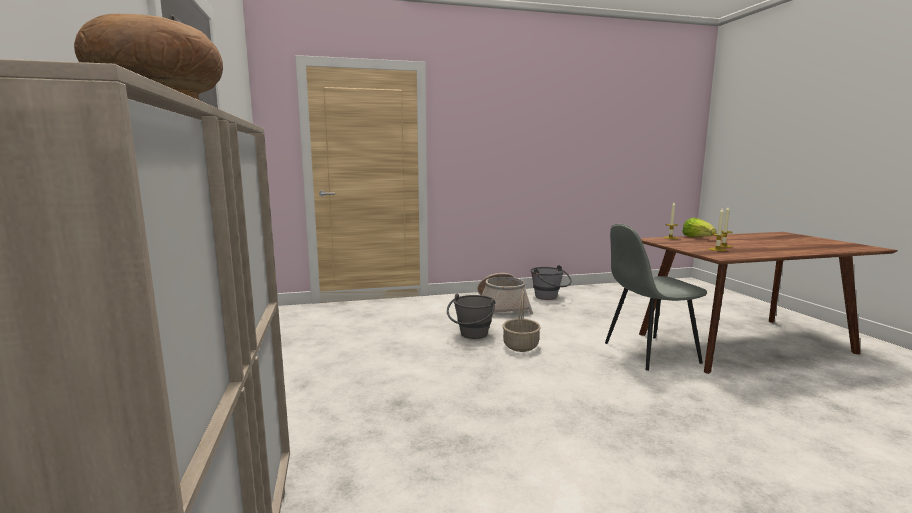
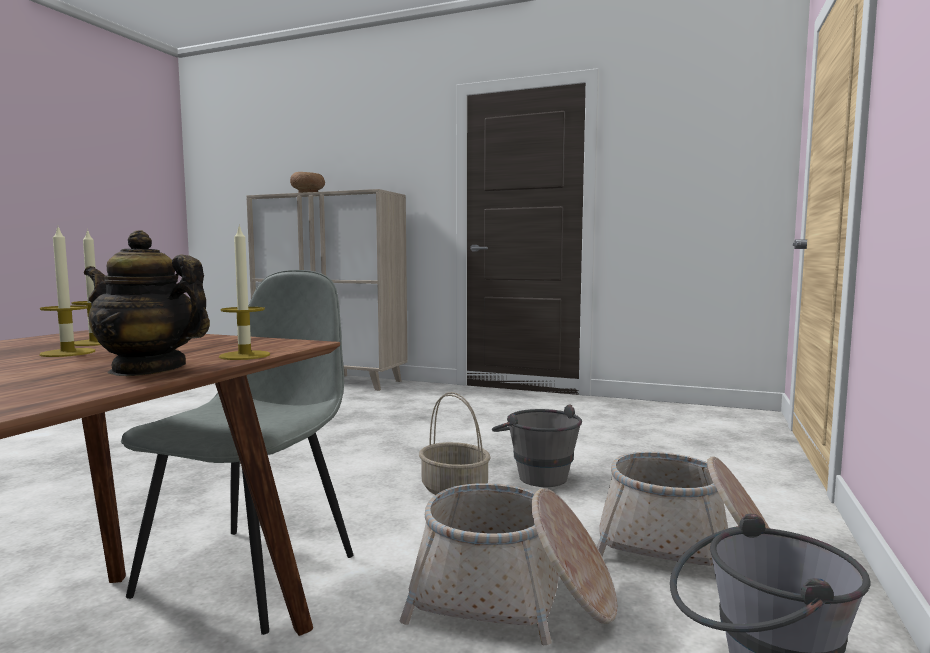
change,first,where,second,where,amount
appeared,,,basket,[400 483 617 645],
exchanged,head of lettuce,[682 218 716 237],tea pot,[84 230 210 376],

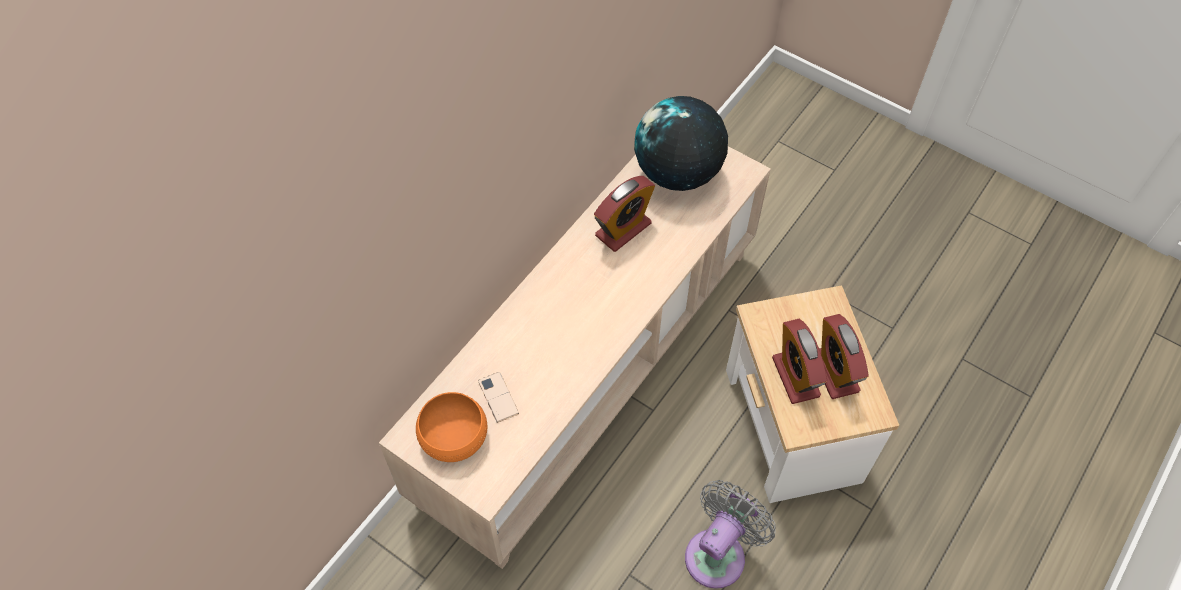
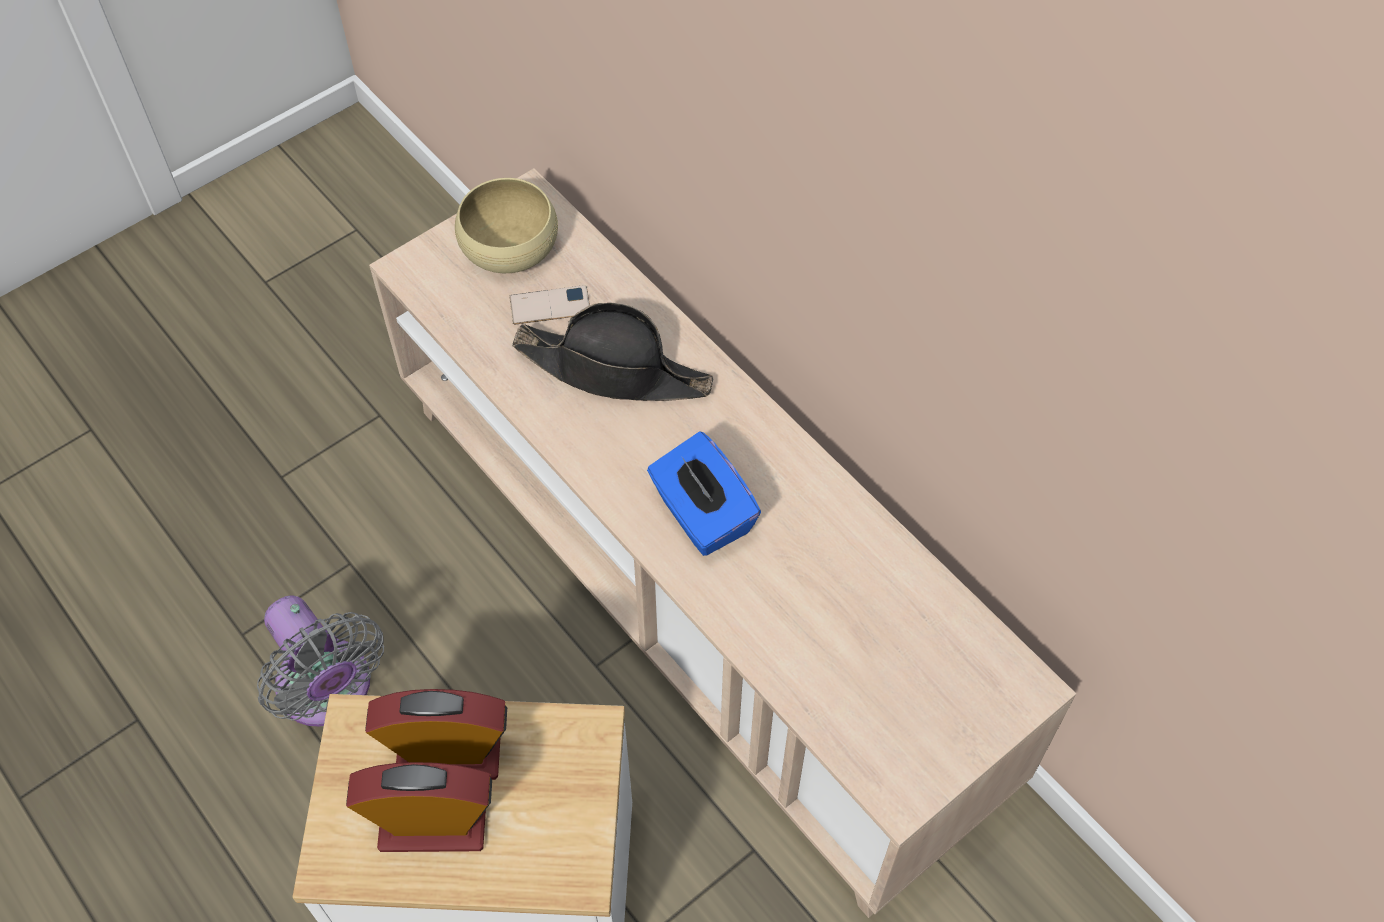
change,first,where,second,where,amount
missing,alarm clock,[594 176 655 252],,,
missing,globe,[634 96 728 191],,,
appeared,,,hat/black-coloured,[512 303 714 401],
appeared,,,tissue holder/blue,[647 431 761 556],
colour,bowl/orange-coloured,[416 392 487 462],bowl/sand-coloured,[455 178 558 273],

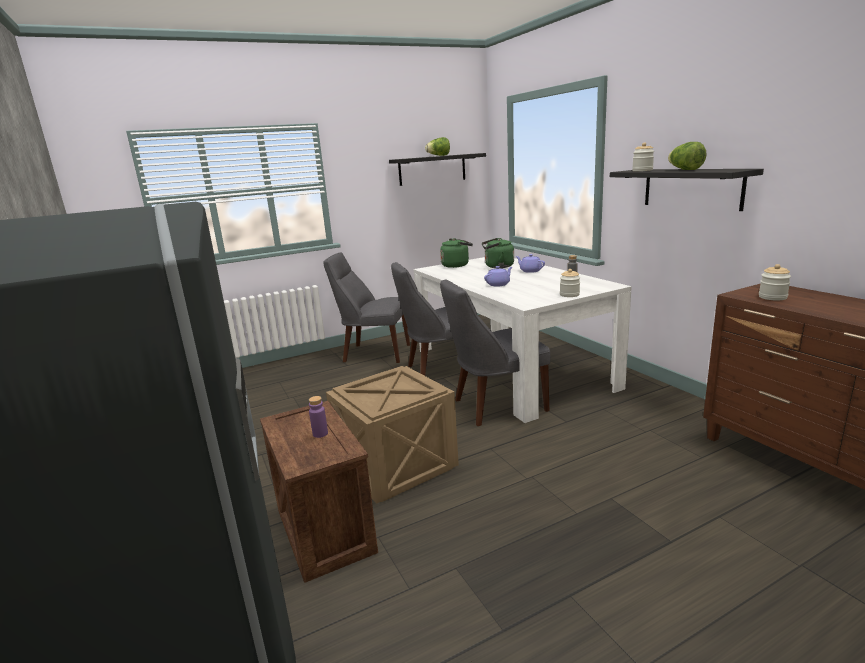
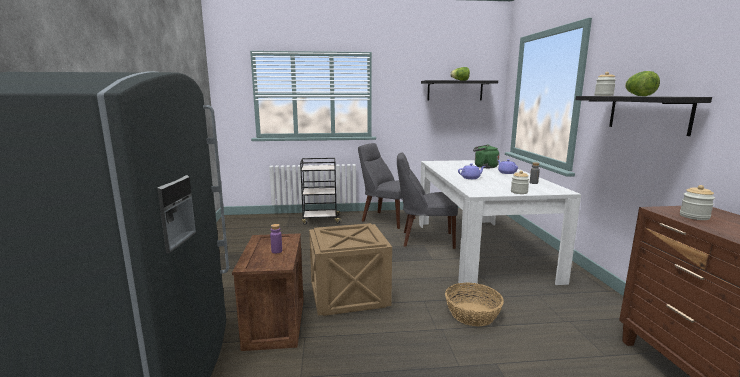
change,first,where,second,where,amount
missing,kettle/greenish,[440 238 473 268],,,
missing,chair/greyish,[440 279 551 426],,,
appeared,,,wheeled cart/black-coloured,[300 158 342 225],
appeared,,,basket,[445 283 504 326],

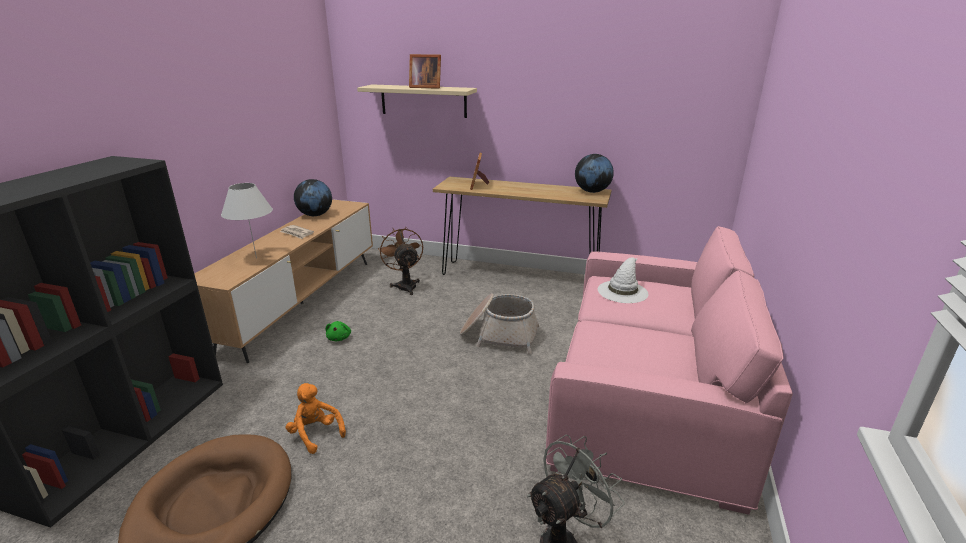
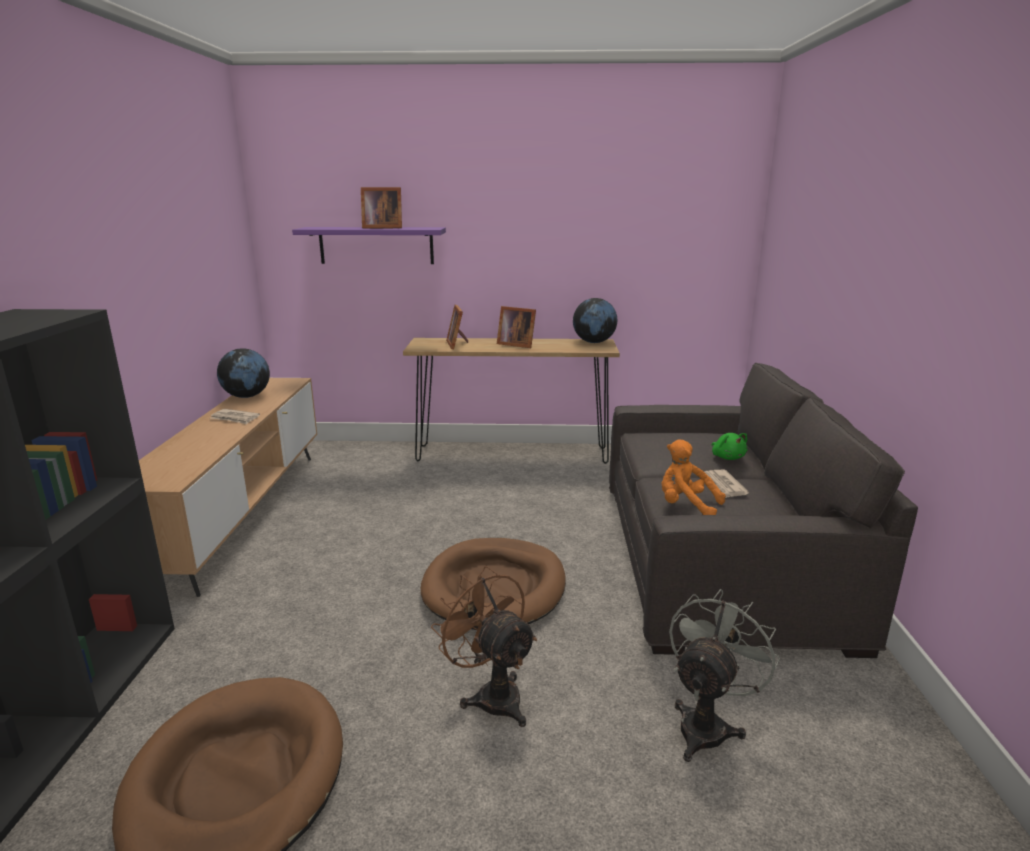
change,first,where,second,where,amount
missing,lamp for a table/white,[221 183 273 258],,,
missing,basket,[460 293 539 354],,,
missing,hat/white,[598 257 649 303],,,
appeared,,,dog bed/brown,[421 538 566 630],
appeared,,,photo frame,[497 306 536 348],
appeared,,,printed paper,[705 470 749 498],
relocated,cuddly toy/orange-coloured,[286 383 346 454],,[662 439 726 515],
relocated,cuddly toy/greenish,[325 321 351 341],,[712 433 747 460],
relocated,fan/brown,[378 227 423 295],,[431 566 537 727],
colour,bracket shelf/sand-coloured,[357 84 477 118],bracket shelf/purple,[292 227 446 264],
colour,couch/pink,[546 226 793 515],couch/greyish,[609 363 918 658],

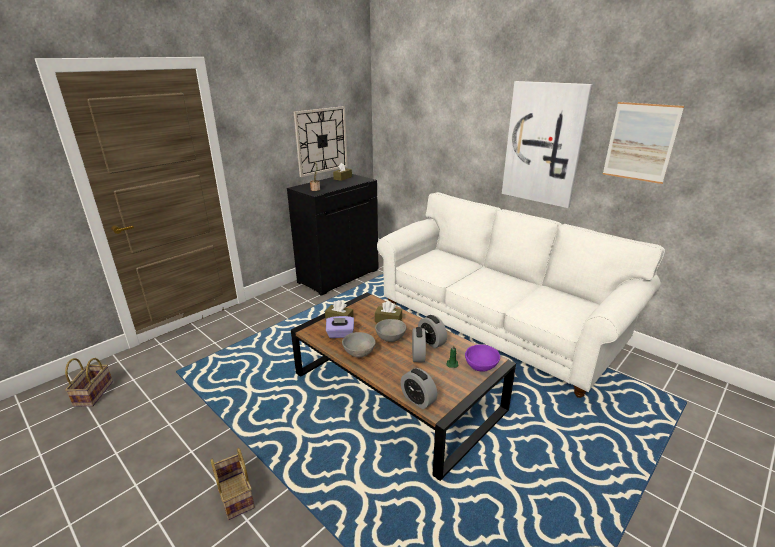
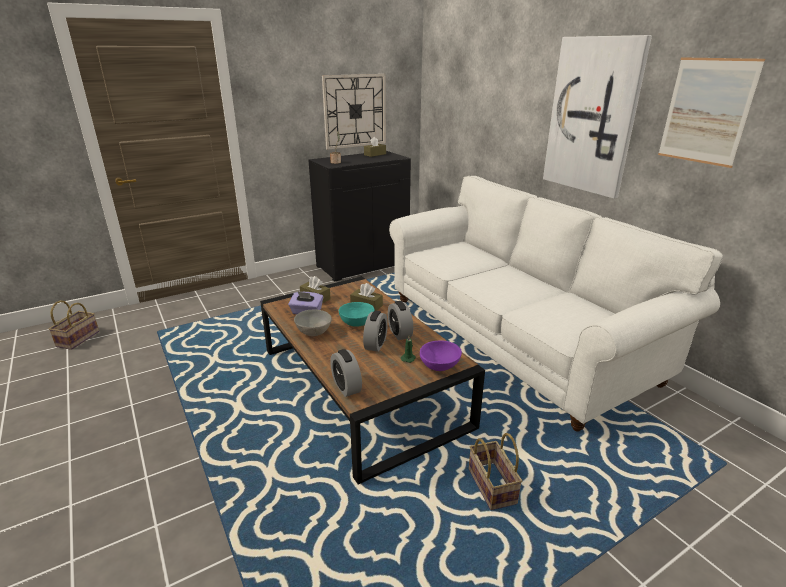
change,first,where,second,where,amount
relocated,basket,[211 448 255 520],,[469 433 522 510],
colour,bowl/greyish,[375 319 407 342],bowl/blue-green,[339 302 375 327],

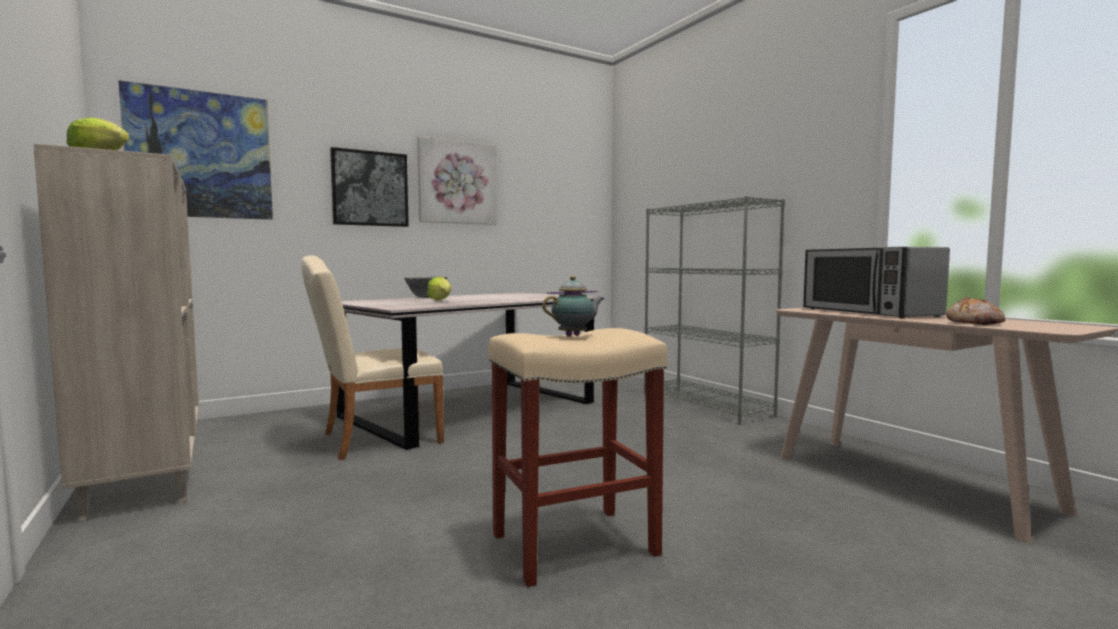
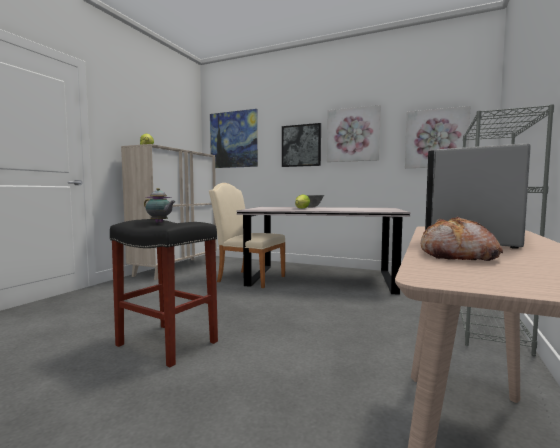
change,first,where,second,where,amount
appeared,,,picture,[405 106 471 168],
colour,stool/sand-coloured,[488 328 667 587],stool/black-coloured,[110 219 218 367],

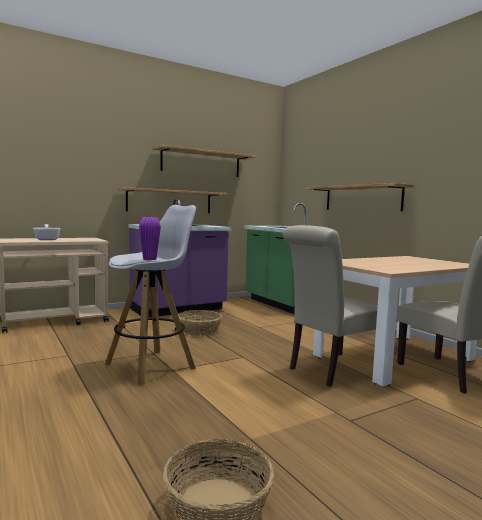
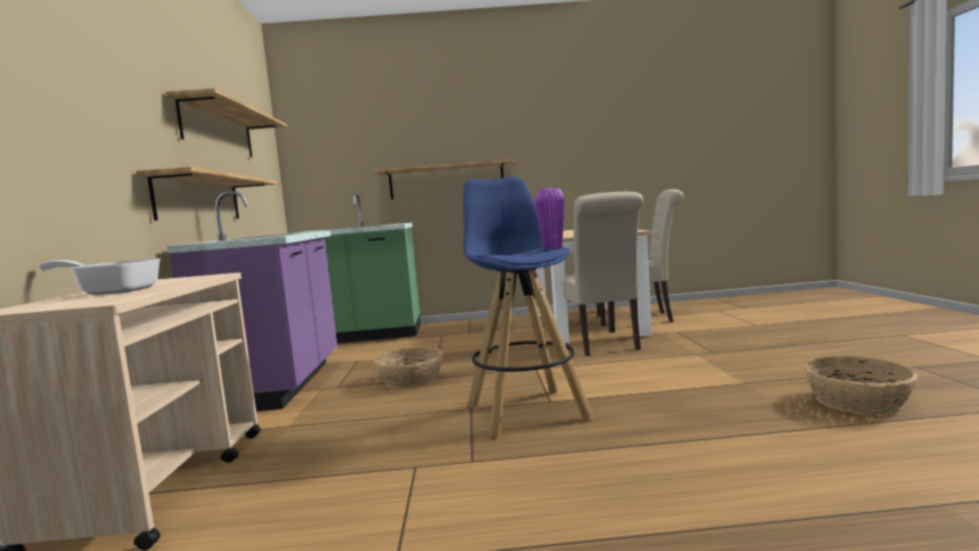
change,first,where,second,where,amount
colour,stool/white,[105 205 196 385],stool/blue,[463 176 594 438],

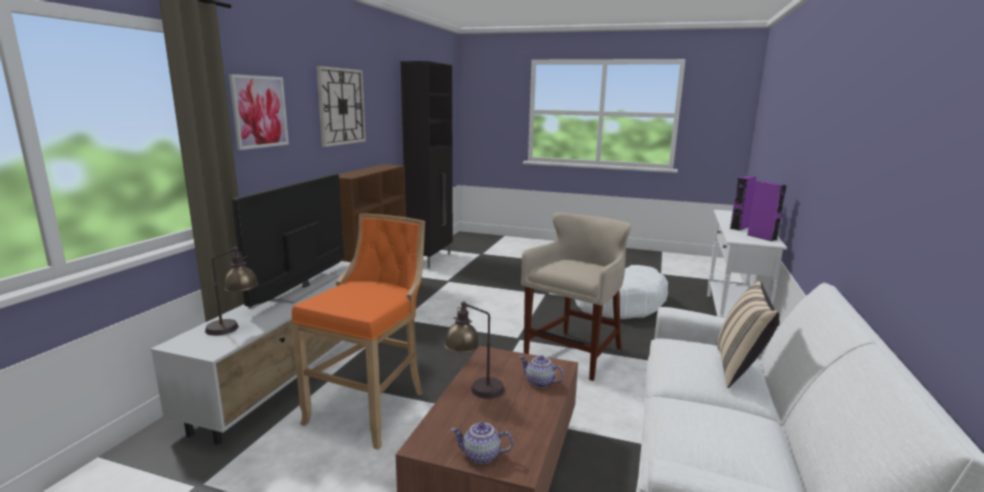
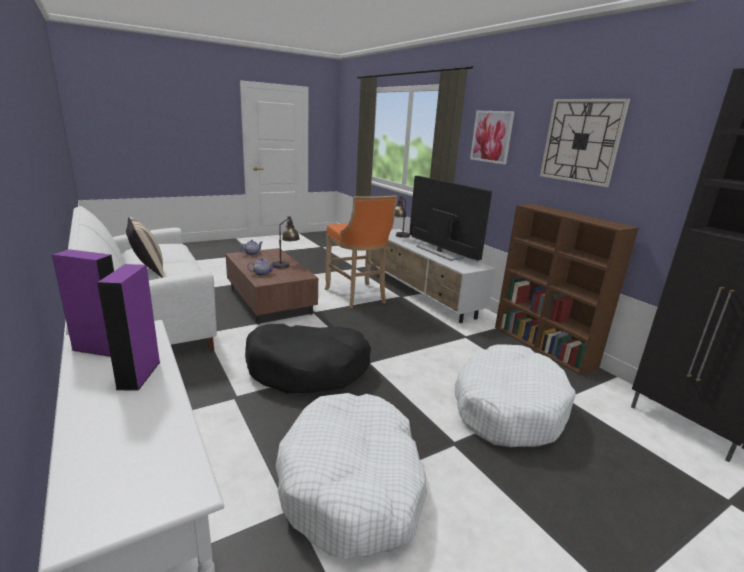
change,first,where,second,where,amount
appeared,,,dog bed/white,[455 344 576 447],
exchanged,stool/sand-coloured,[521 212 631 381],dog bed/black-coloured,[245 324 371 393],

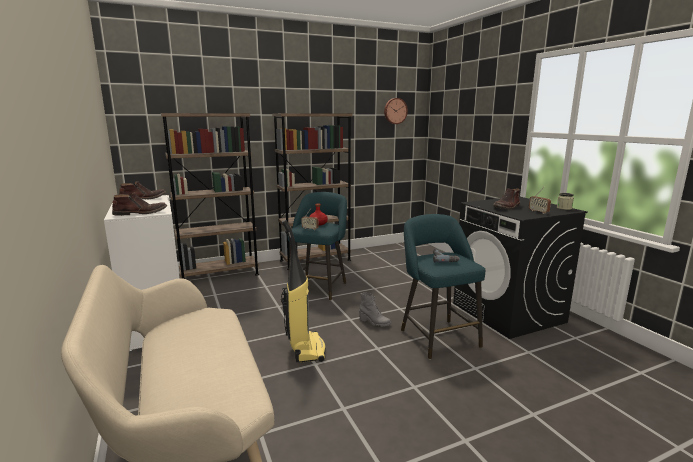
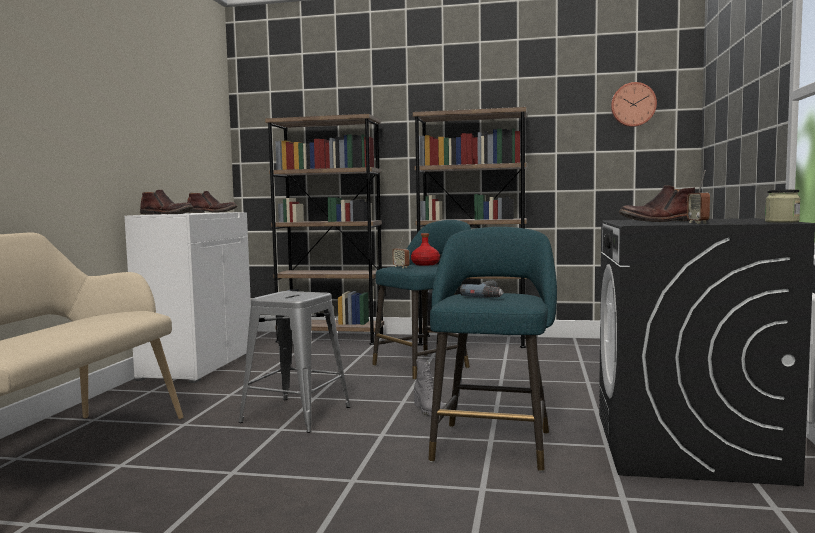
change,first,where,second,where,amount
exchanged,vacuum cleaner,[281 219 326 362],stool/greyish,[239 291 350 433],

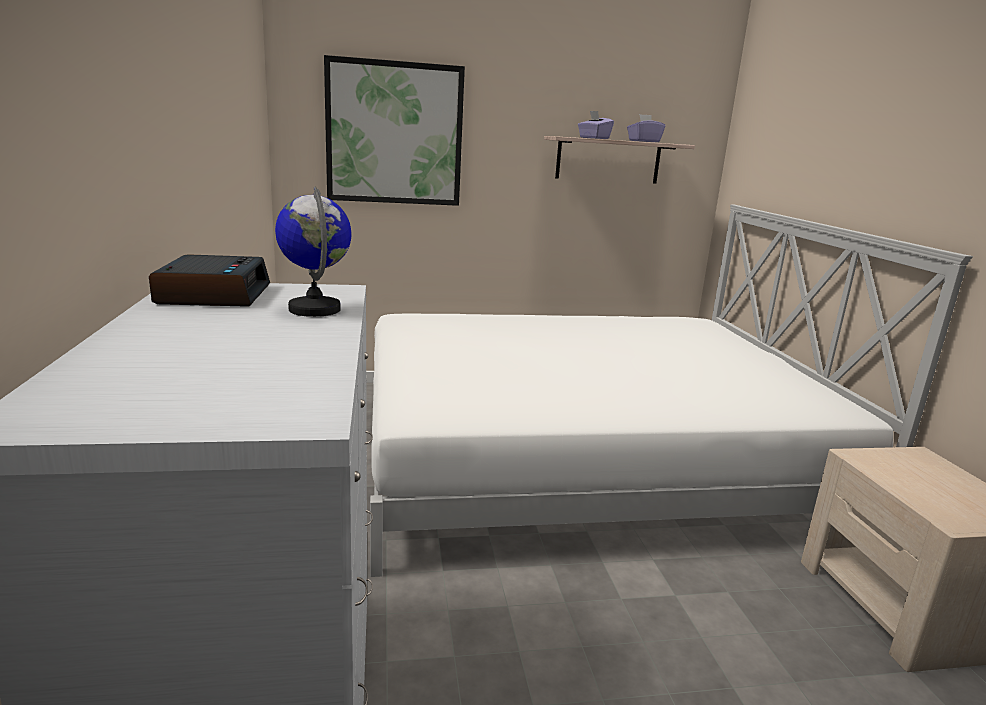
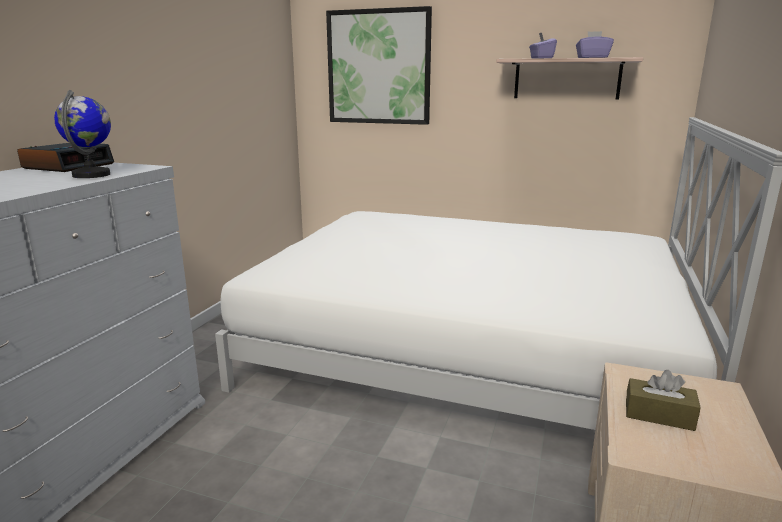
change,first,where,second,where,amount
appeared,,,tissue holder/brown,[626 370 701 431],

